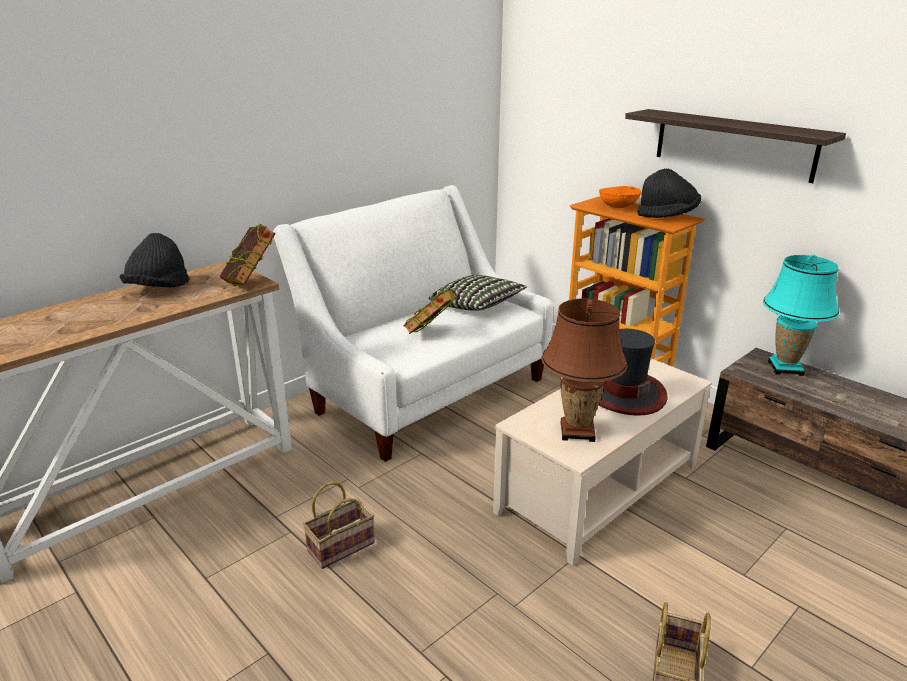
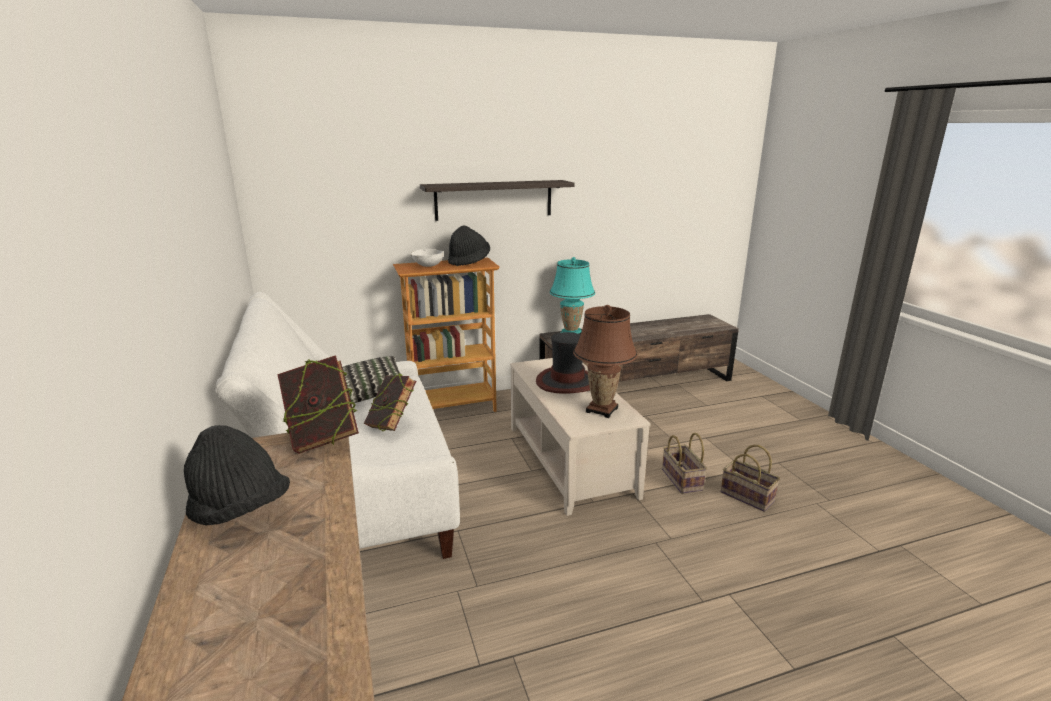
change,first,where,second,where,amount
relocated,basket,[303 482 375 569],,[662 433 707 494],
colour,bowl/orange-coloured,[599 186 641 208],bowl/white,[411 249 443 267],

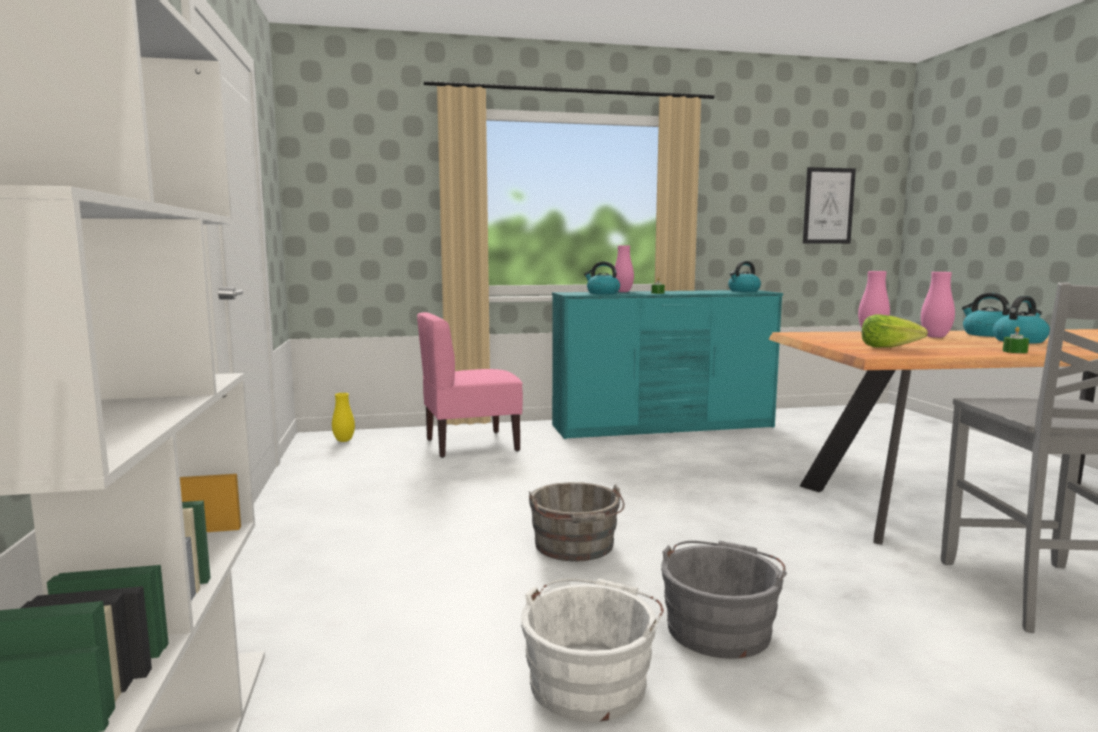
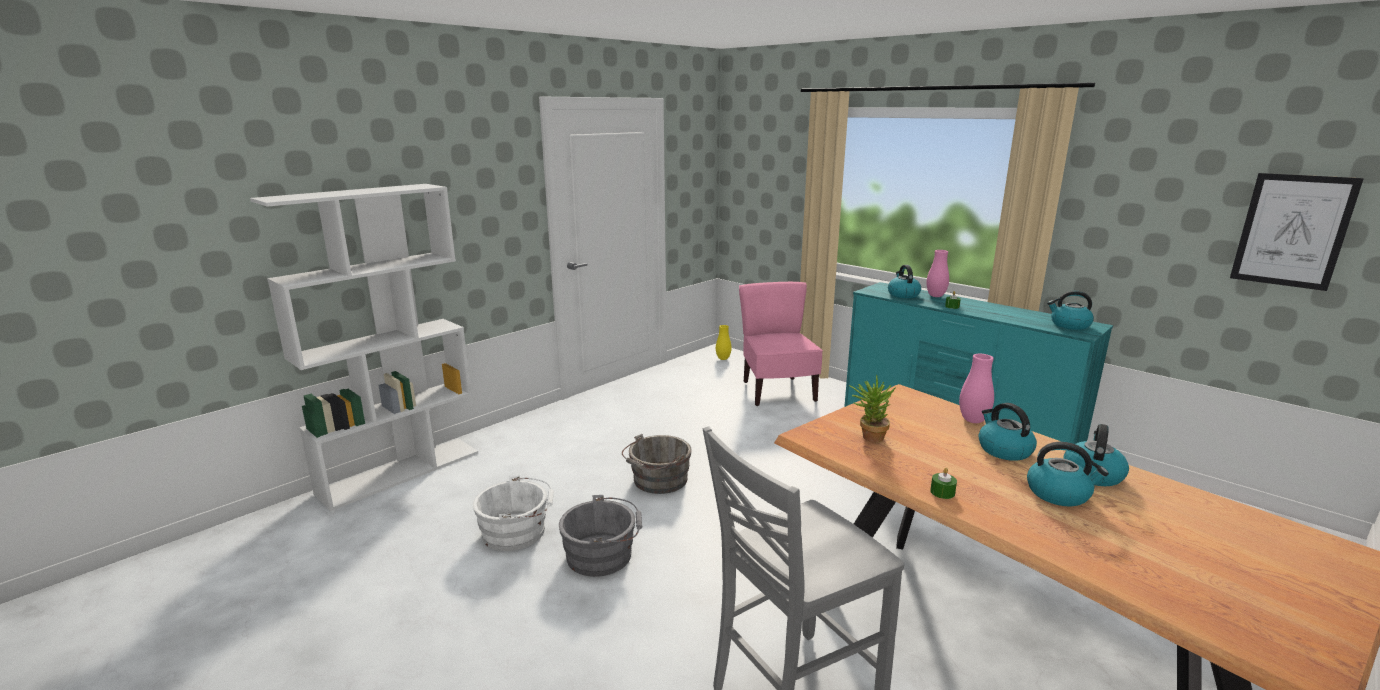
change,first,where,second,where,amount
exchanged,head of lettuce,[862 314 928 347],plant in a pot,[849 375 896 442],
exchanged,flower vase/pink,[921 272 955 338],kettle,[979 403 1037 461],
spun,chair/pink,[417 312 523 458],,[739 282 823 406],45 degrees clockwise

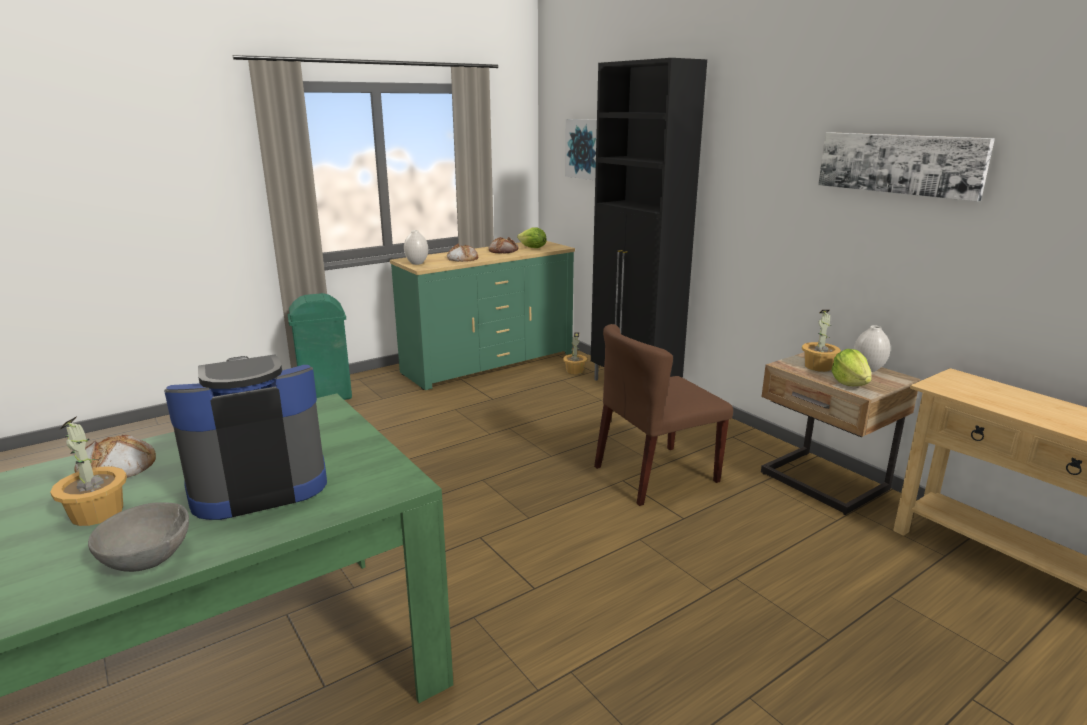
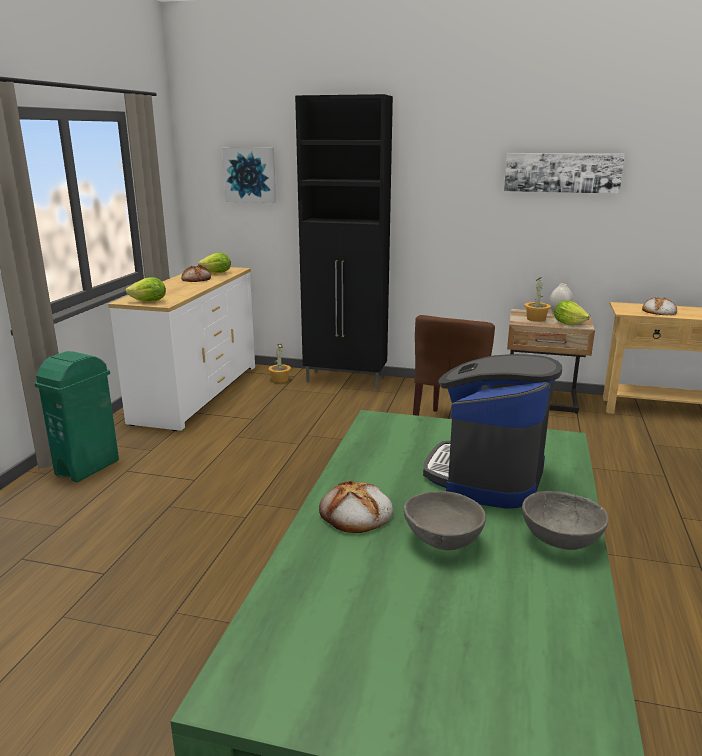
change,first,where,second,where,amount
relocated,baked bread,[447 243 478 262],,[642 297 677 315],
exchanged,plant in a pot,[50 417 127 526],bowl/greyish,[404 491 486 550],
exchanged,flower vase/white,[404 230 428 265],head of lettuce,[126 277 166 302],
colour,dresser/greenish,[390 241 575 390],dresser/white,[108 267 255 431],

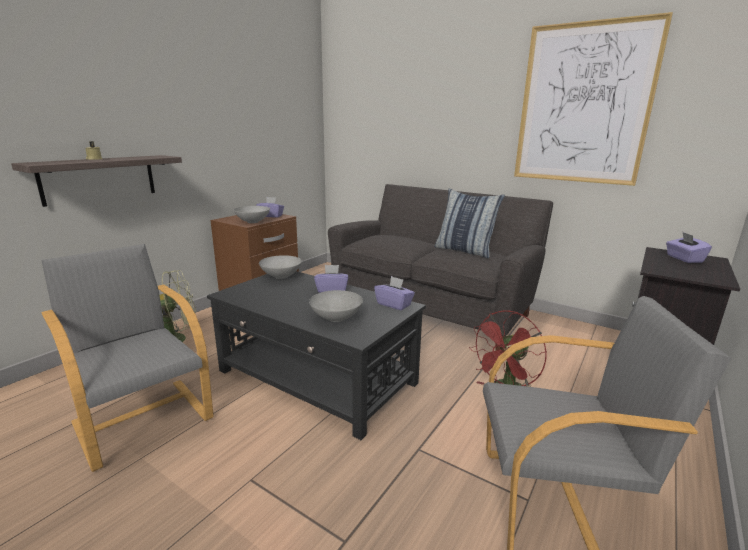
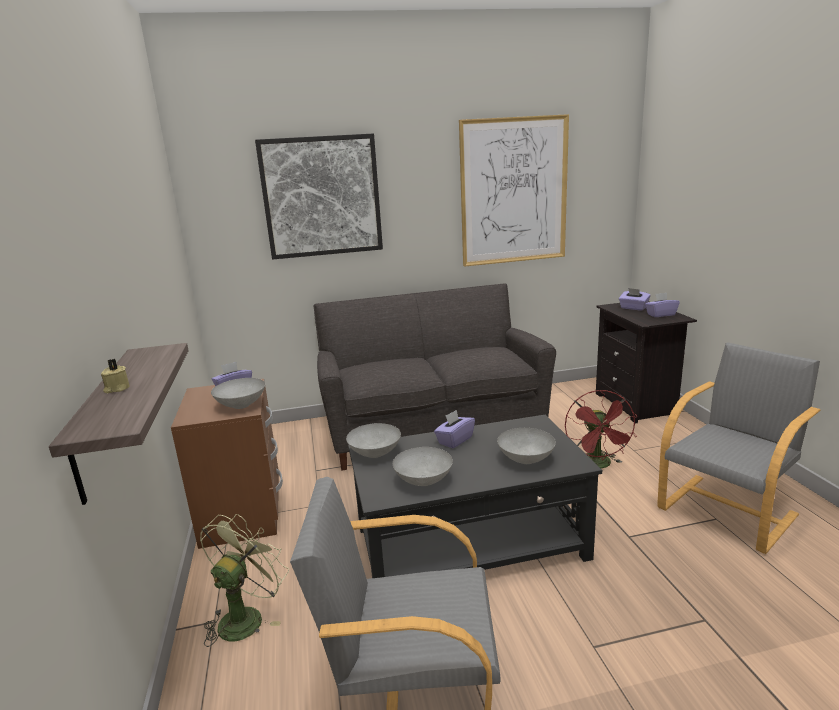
change,first,where,second,where,amount
missing,pillow,[435 189 505 258],,,
appeared,,,picture,[255 133 383 260],
appeared,,,bowl/greyish,[393 447 453 486],
relocated,tissue holder/purple,[374 276 415 310],,[645 293 680 317],

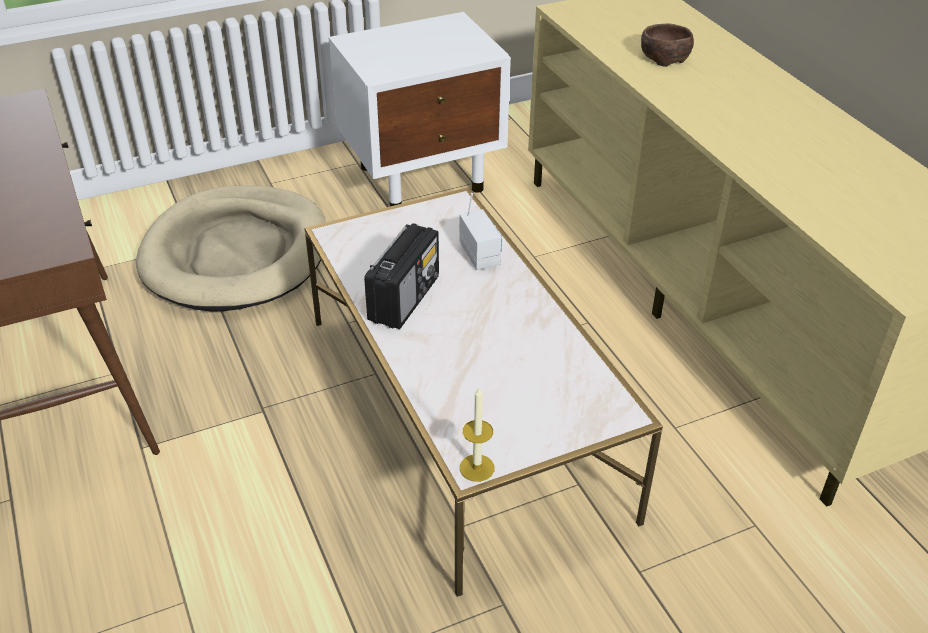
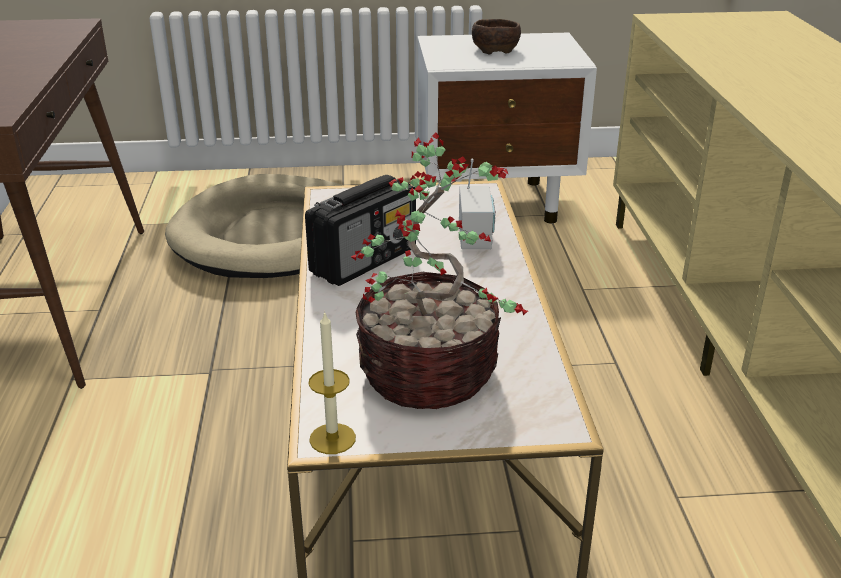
change,first,where,second,where,amount
appeared,,,plant in a pot,[351 133 528 409],
relocated,bowl/brown,[641 24 694 67],,[472 19 521 54],

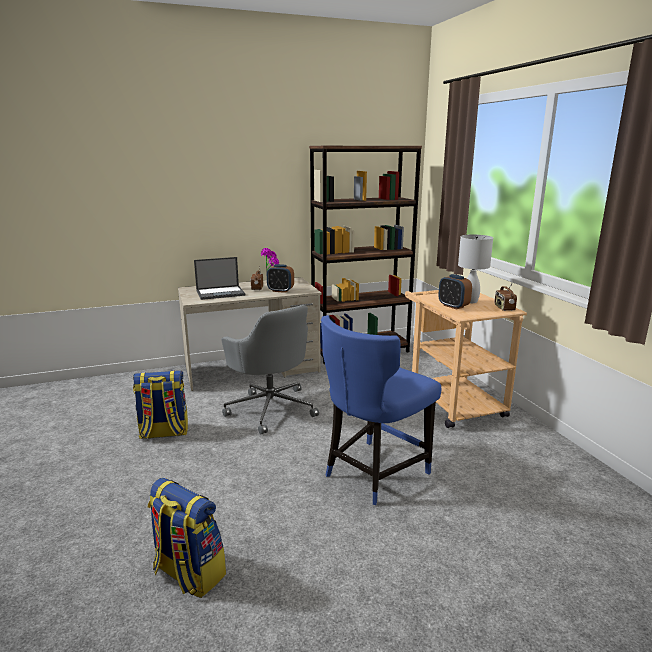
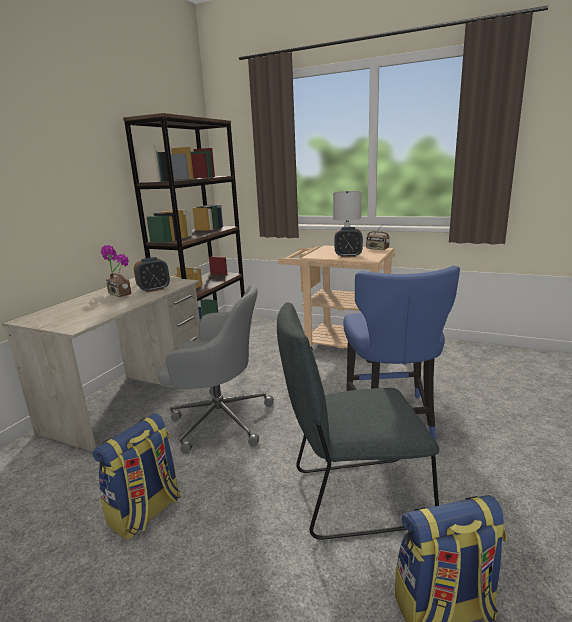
change,first,where,second,where,amount
missing,notebook computer,[194 257 245 300],,,
appeared,,,chair/greyish,[277 302 439 540],

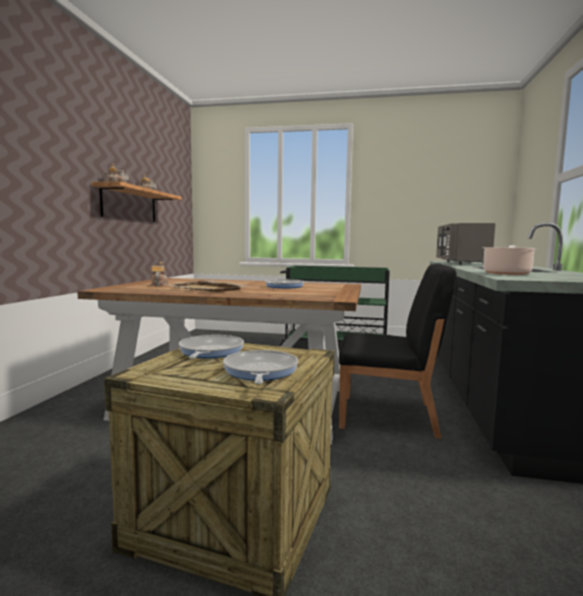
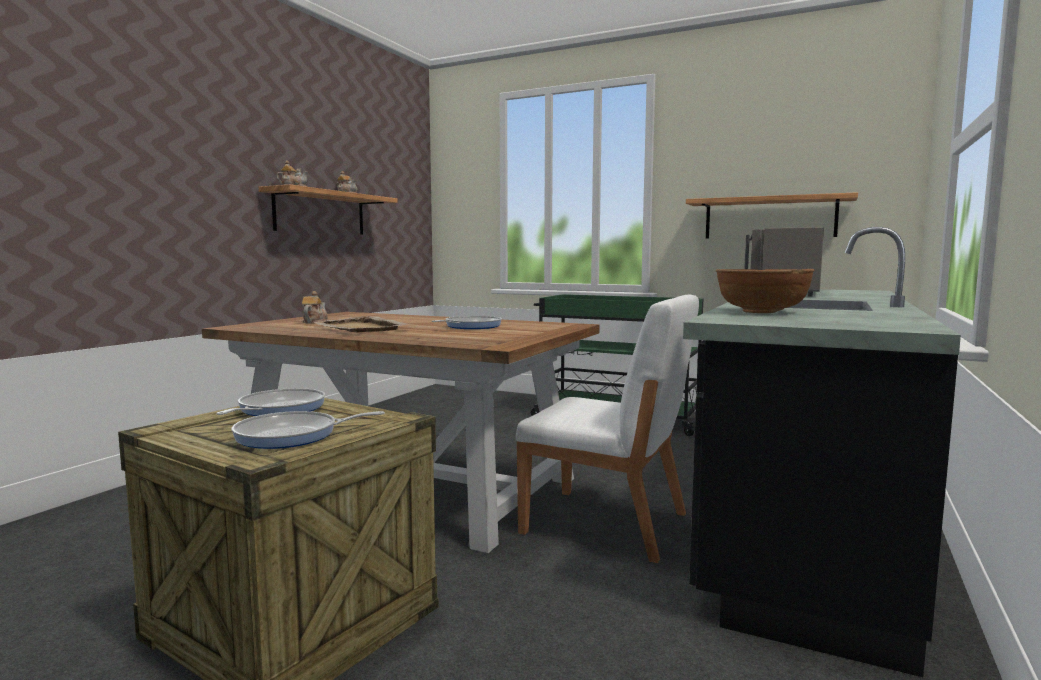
change,first,where,second,where,amount
appeared,,,bracket shelf,[686 192 858 238],
exchanged,cooking pot,[482 245 537 275],bowl/brown,[716 269 815 313],
colour,chair/black-coloured,[339 264 457 439],chair/white,[516 295 699 563],
spun,pan,[223 350 298 384],,[232 411 385 449],120 degrees counterclockwise

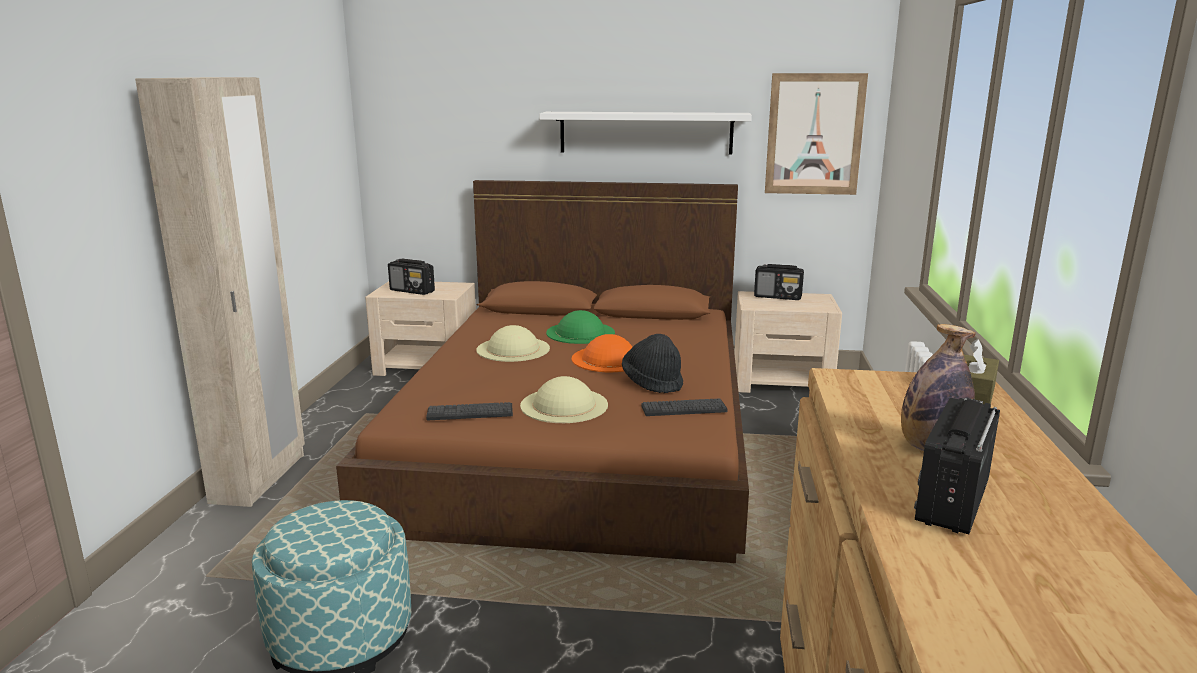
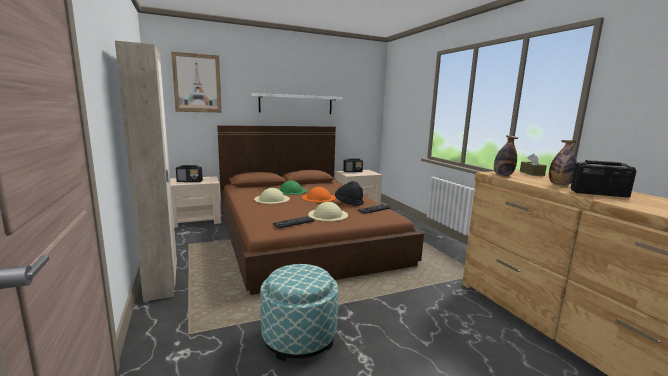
change,first,where,second,where,amount
appeared,,,beverage bottle,[494 135 518 176],
relocated,picture,[765 73 868 195],,[171 52 222 113],
spun,radio set,[914 398 1000 534],,[571 160 636 198],105 degrees clockwise

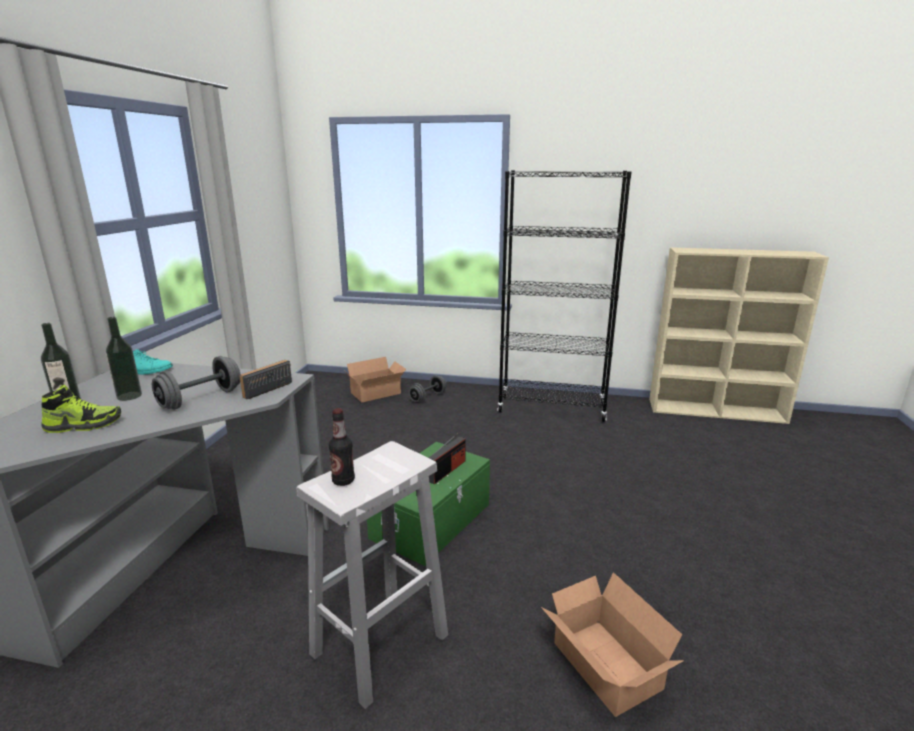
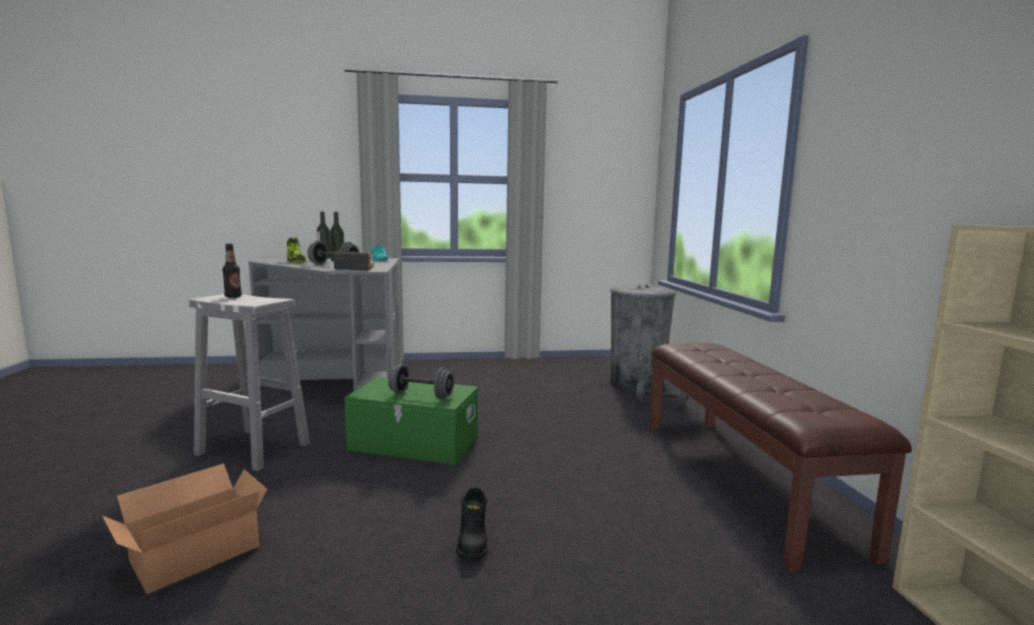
change,first,where,second,where,amount
appeared,,,tall boot/black-coloured,[456 487 488 560],
exchanged,packing box,[346 357 406 402],rubbish bin/greyish,[610 284 676 393],
exchanged,radio set,[428 433 466 484],dumbbell/greyish,[388 363 454 399],
exchanged,shelving unit/black-coloured,[497 170 632 422],long seat/brown,[649 343 912 572],

